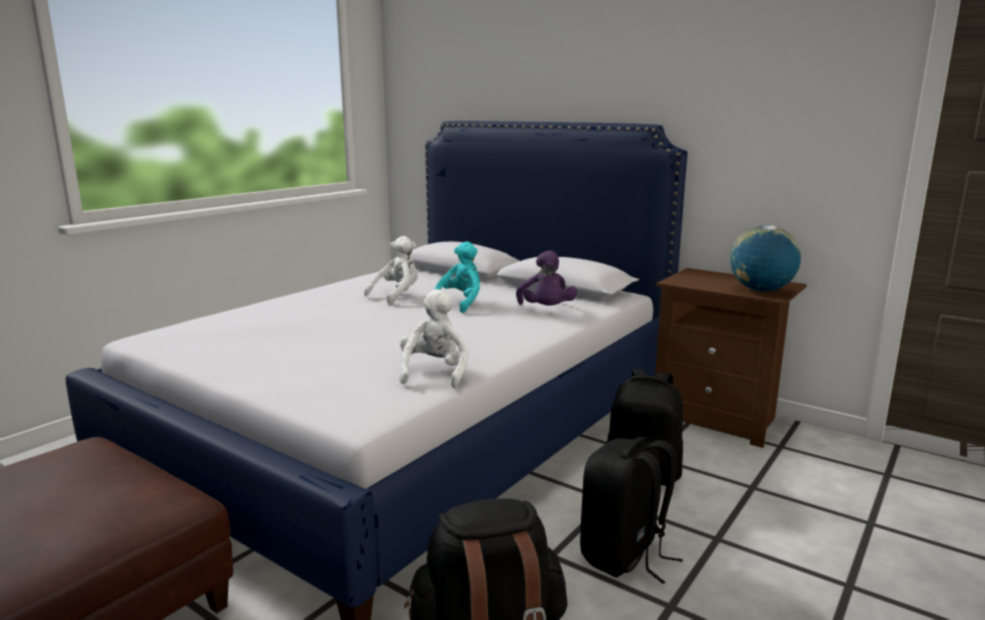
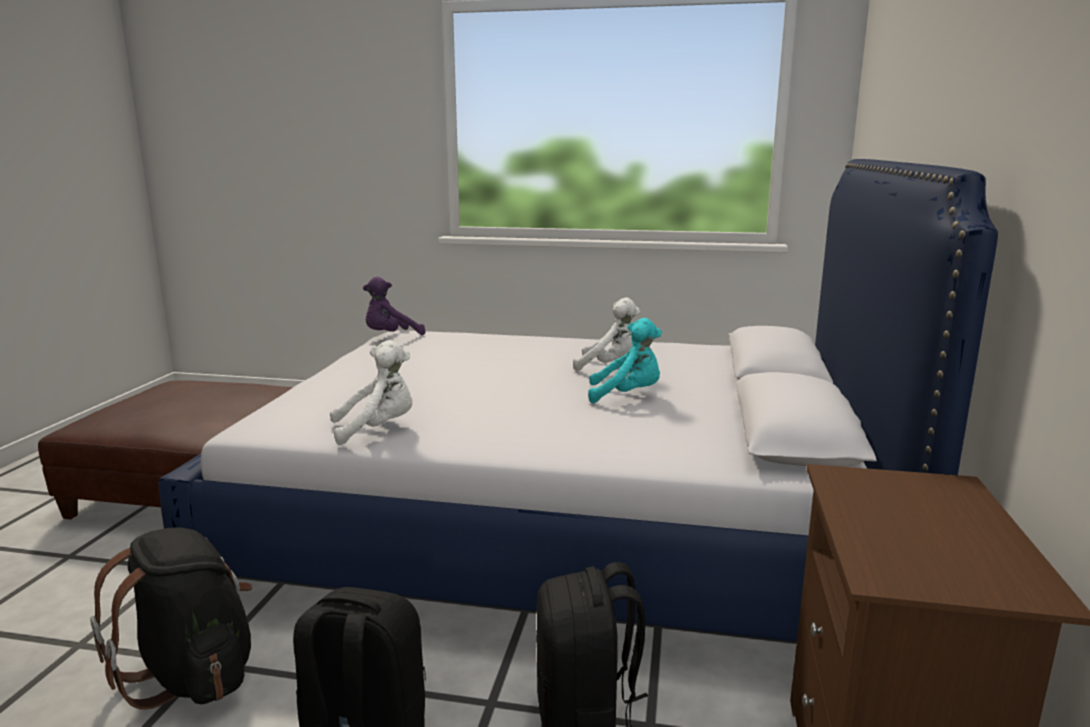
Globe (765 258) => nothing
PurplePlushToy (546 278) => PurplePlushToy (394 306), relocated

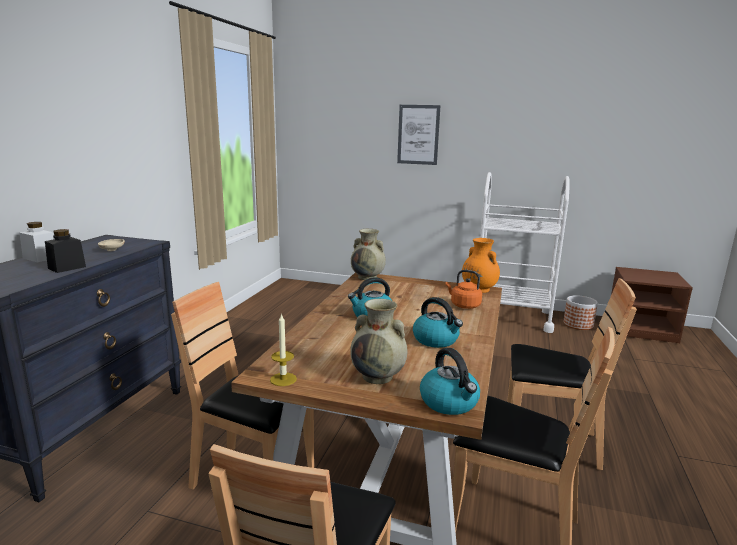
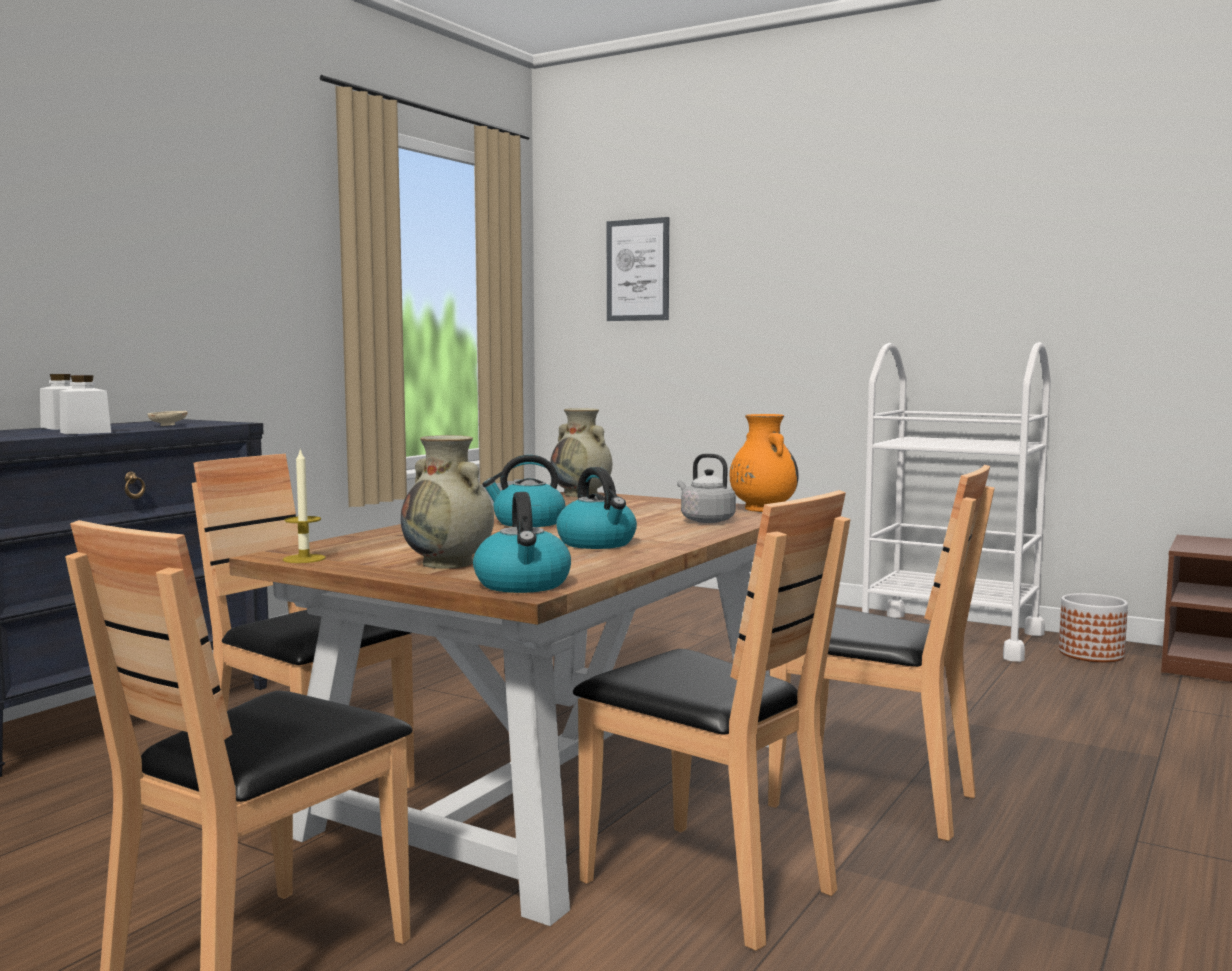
Picture (419 135) => Picture (638 269), relocated
BlackJar (65 251) => WhiteJar (85 404)
OrangeKettle (464 289) => GreyKettle (706 488)

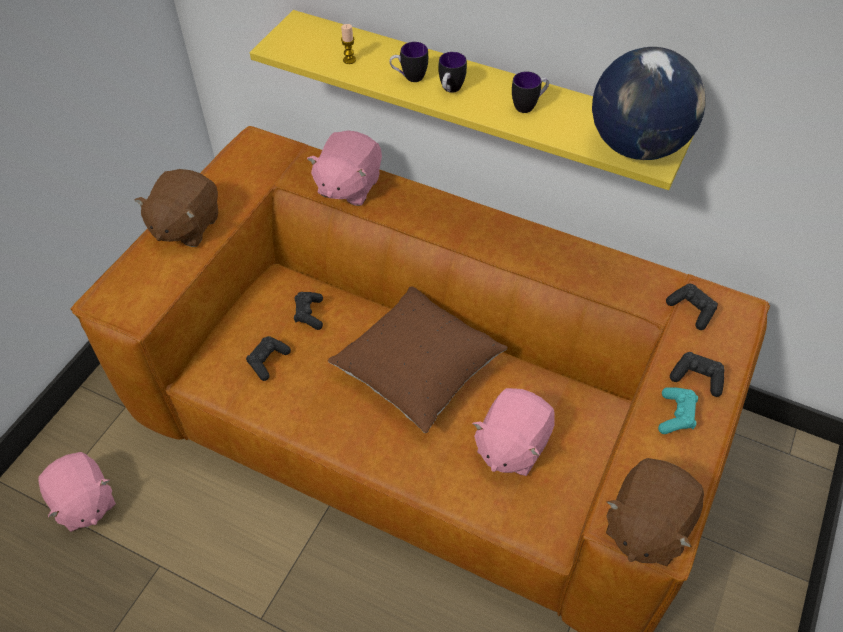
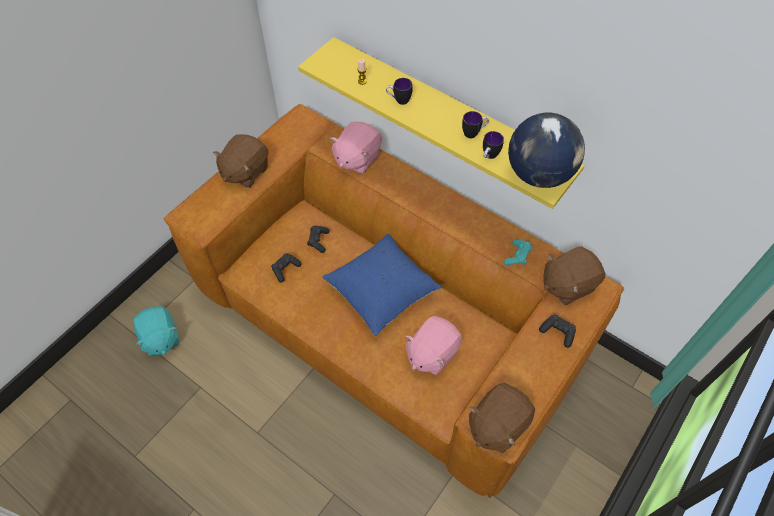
Mug (452 72) => Mug (493 145), relocated
BlackGameController (692 307) => BrownPlushToy (574 275)
BrownPillow (418 360) => BluePillow (382 285)
TurquoiseGameController (678 410) => TurquoiseGameController (518 252), relocated
PinkPlushToy (77 492) => TurquoisePlushToy (156 331)

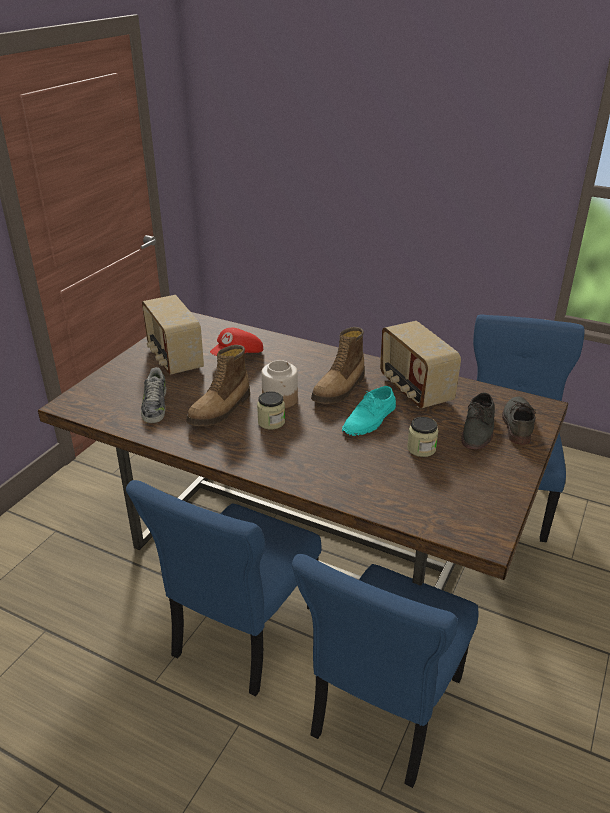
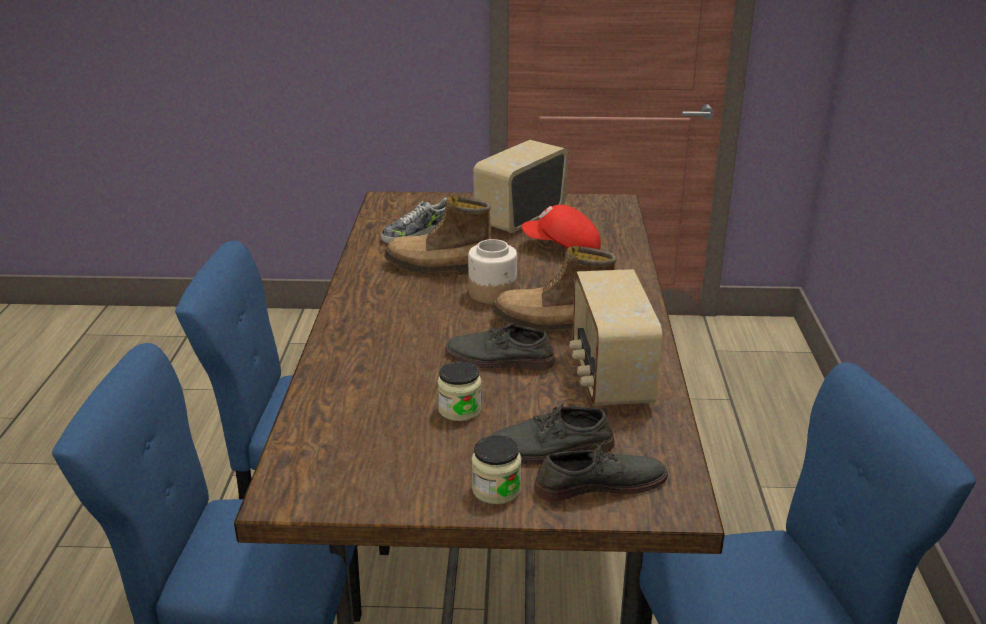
Radio (420 364) => Radio (615 337), 45 degrees counterclockwise
TurquoiseShoe (369 411) => GreyShoe (500 346)
Jar (271 411) => Jar (497 470), relocated

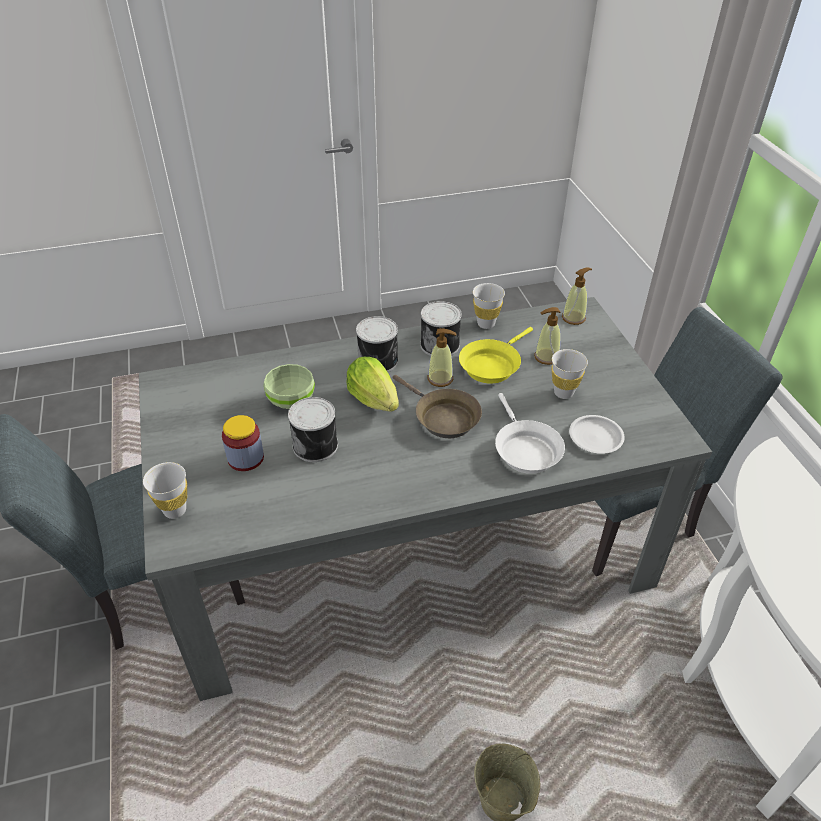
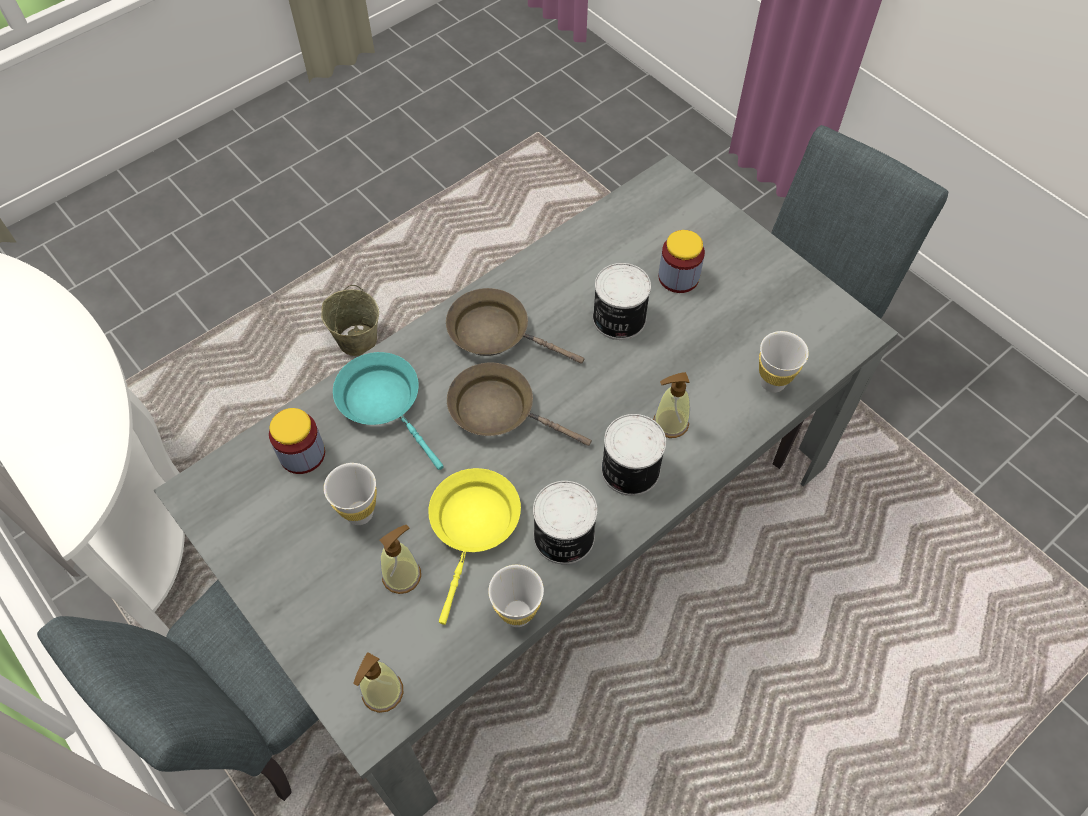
SoapDispenser (442 357) => SoapDispenser (671 405), relocated
Lettuce (372 384) => nothing
GreenBowl (289 386) => nothing
WhiteFryingPan (530 433) => TurquoiseFryingPan (388 411)
WhitePlate (597 434) => Jar (297 441)
WhiteCup (165 490) => WhiteCup (784 362), relocated
nothing => BrownFryingPan (515 326)

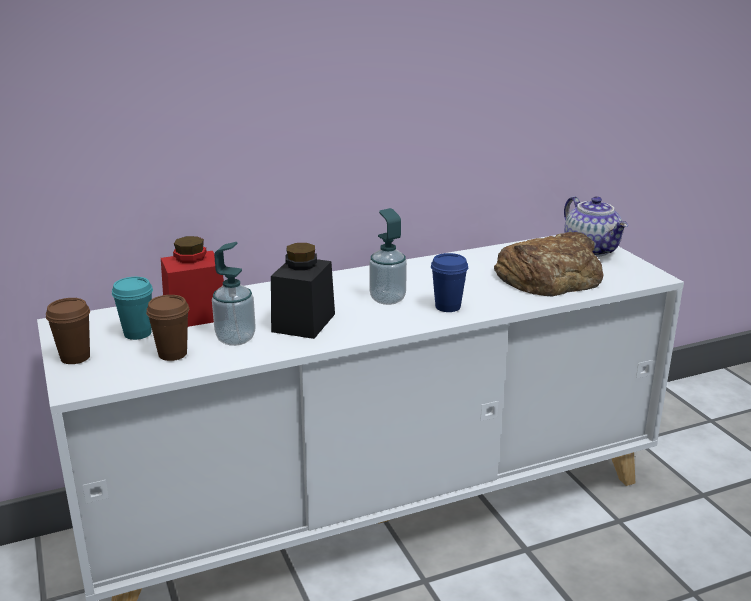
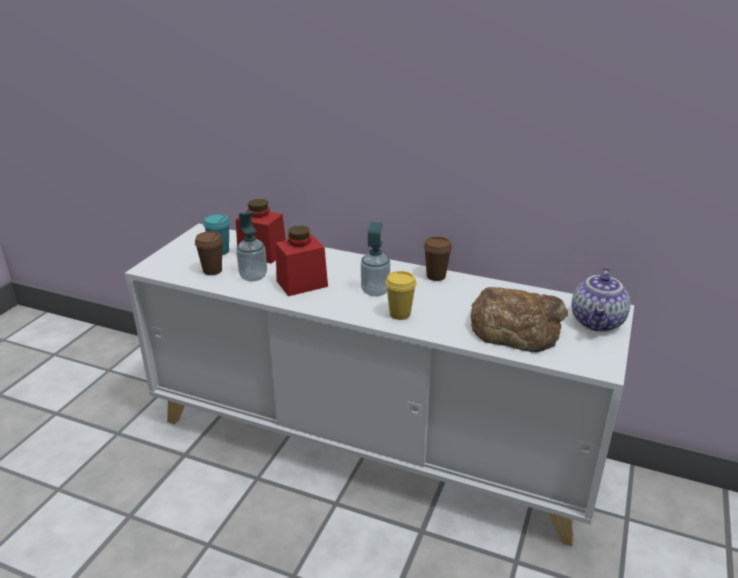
BlackJar (303 291) => RedJar (302 261)
BlueCup (449 282) => YellowCup (401 295)
BrownCup (68 331) => BrownCup (438 258), relocated

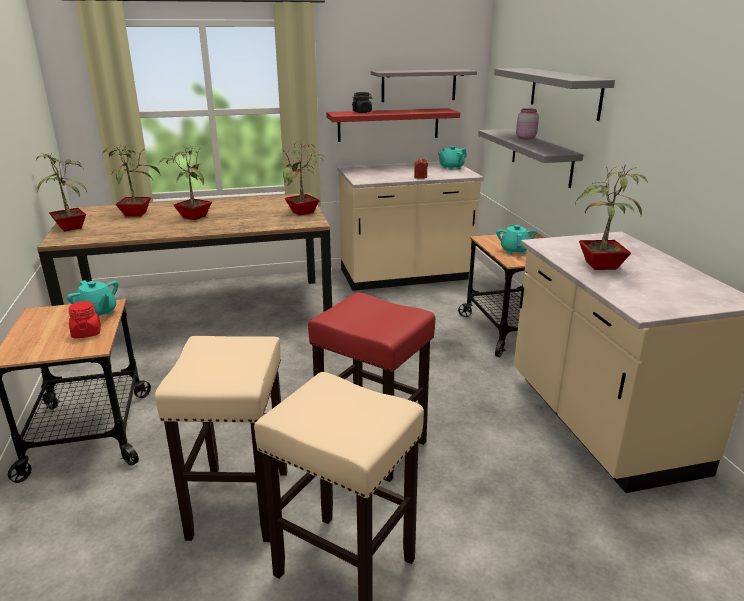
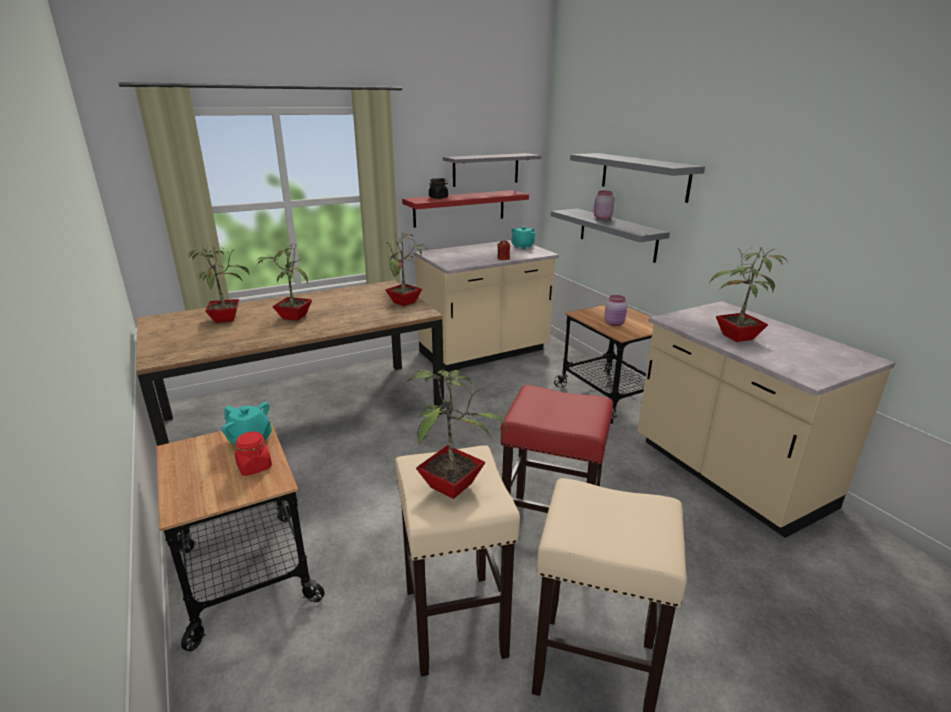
PottedPlant (61 191) => PottedPlant (457 433), relocated
TurquoiseTeapot (516 239) => PinkJar (615 310)

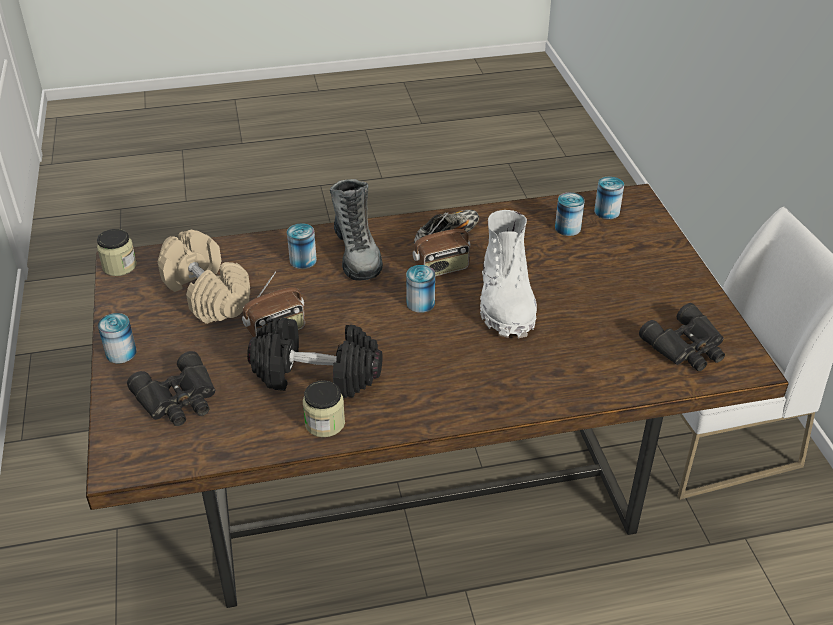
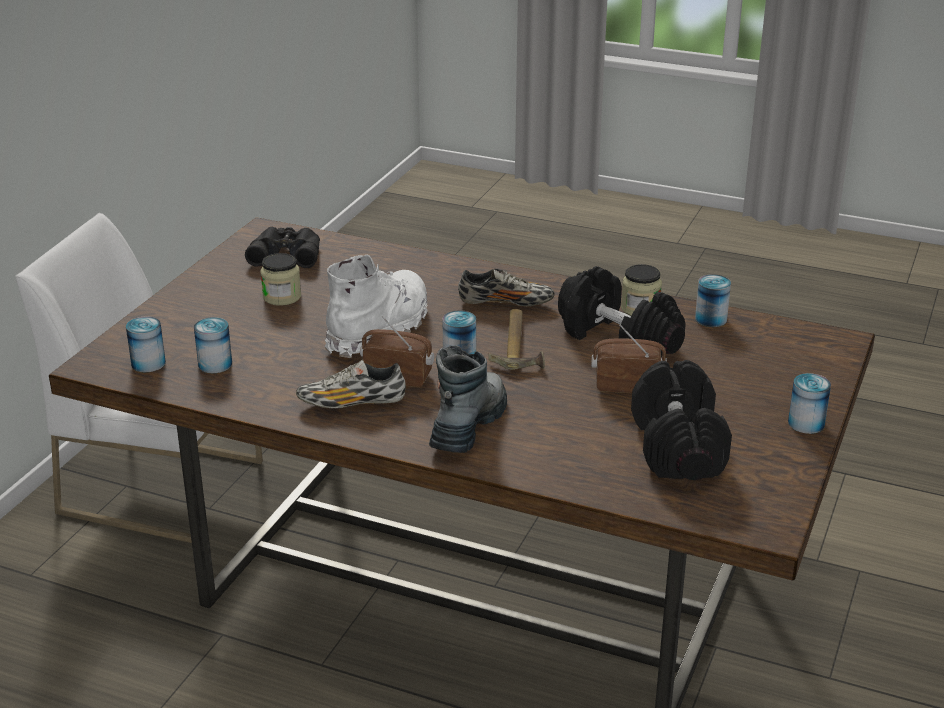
Can (302 246) => Can (713 300), relocated
Jar (117 252) => Jar (281 279), relocated
BeigeDumbbell (204 277) => BlackDumbbell (681 420)
BlackBinoculars (171 388) => nothing
nothing => Shoe (506 287)
nothing => Hammer (516 339)

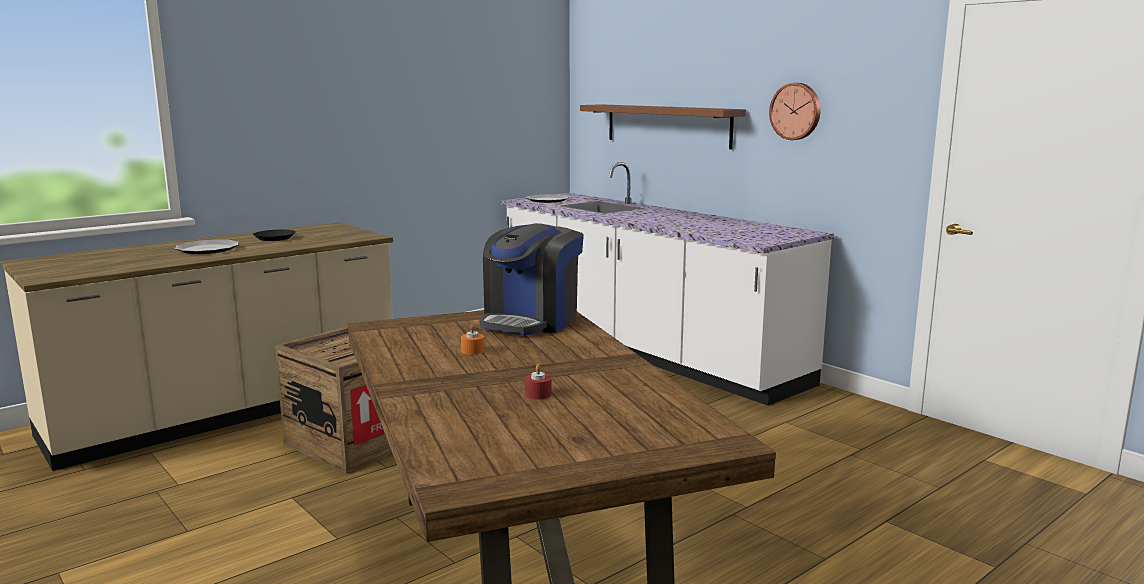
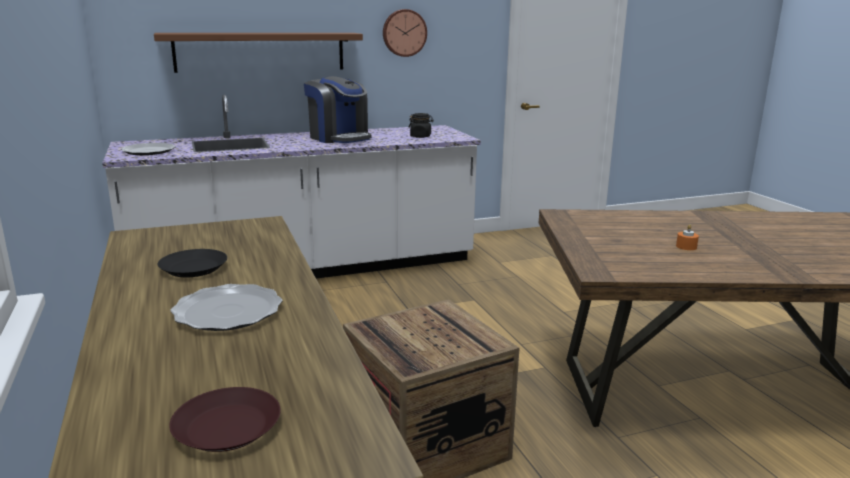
CoffeeMachine (532 279) => CoffeeMachine (338 109), relocated
RedCandle (538 381) => nothing
nothing => BlackJar (421 125)
nothing => BrownPlate (225 419)

